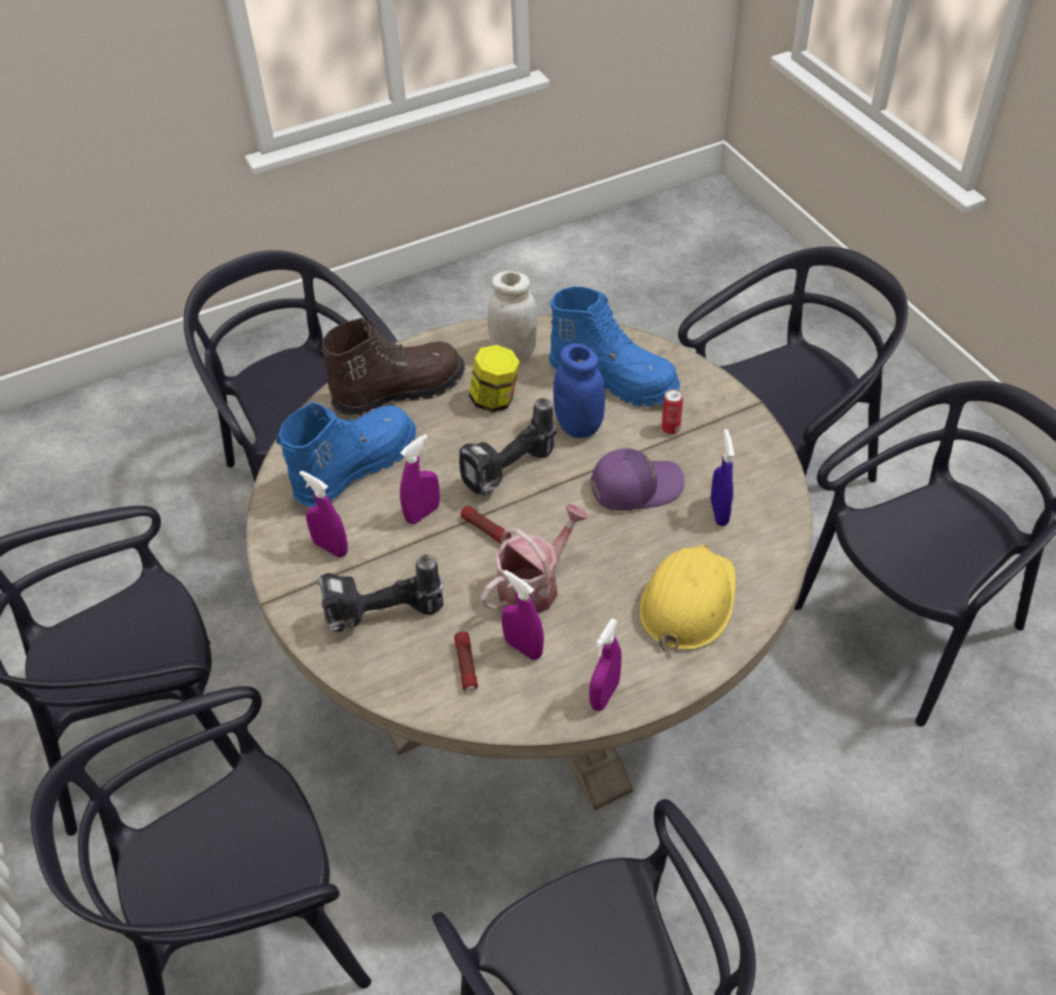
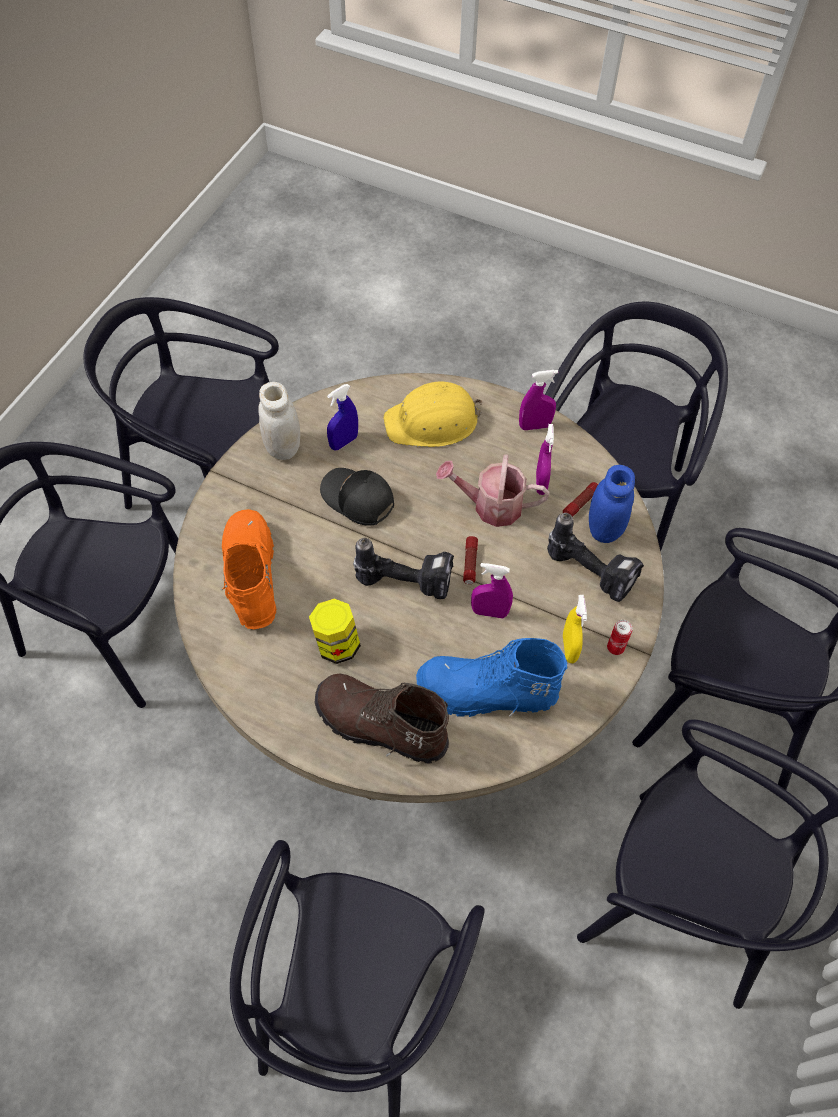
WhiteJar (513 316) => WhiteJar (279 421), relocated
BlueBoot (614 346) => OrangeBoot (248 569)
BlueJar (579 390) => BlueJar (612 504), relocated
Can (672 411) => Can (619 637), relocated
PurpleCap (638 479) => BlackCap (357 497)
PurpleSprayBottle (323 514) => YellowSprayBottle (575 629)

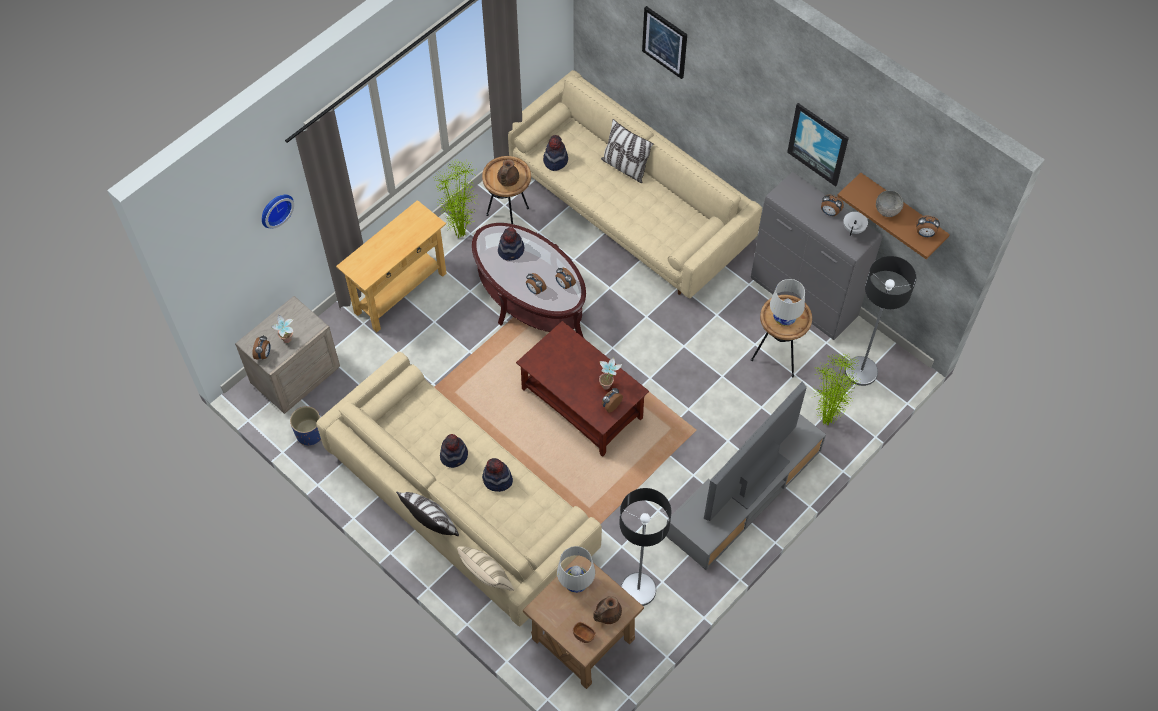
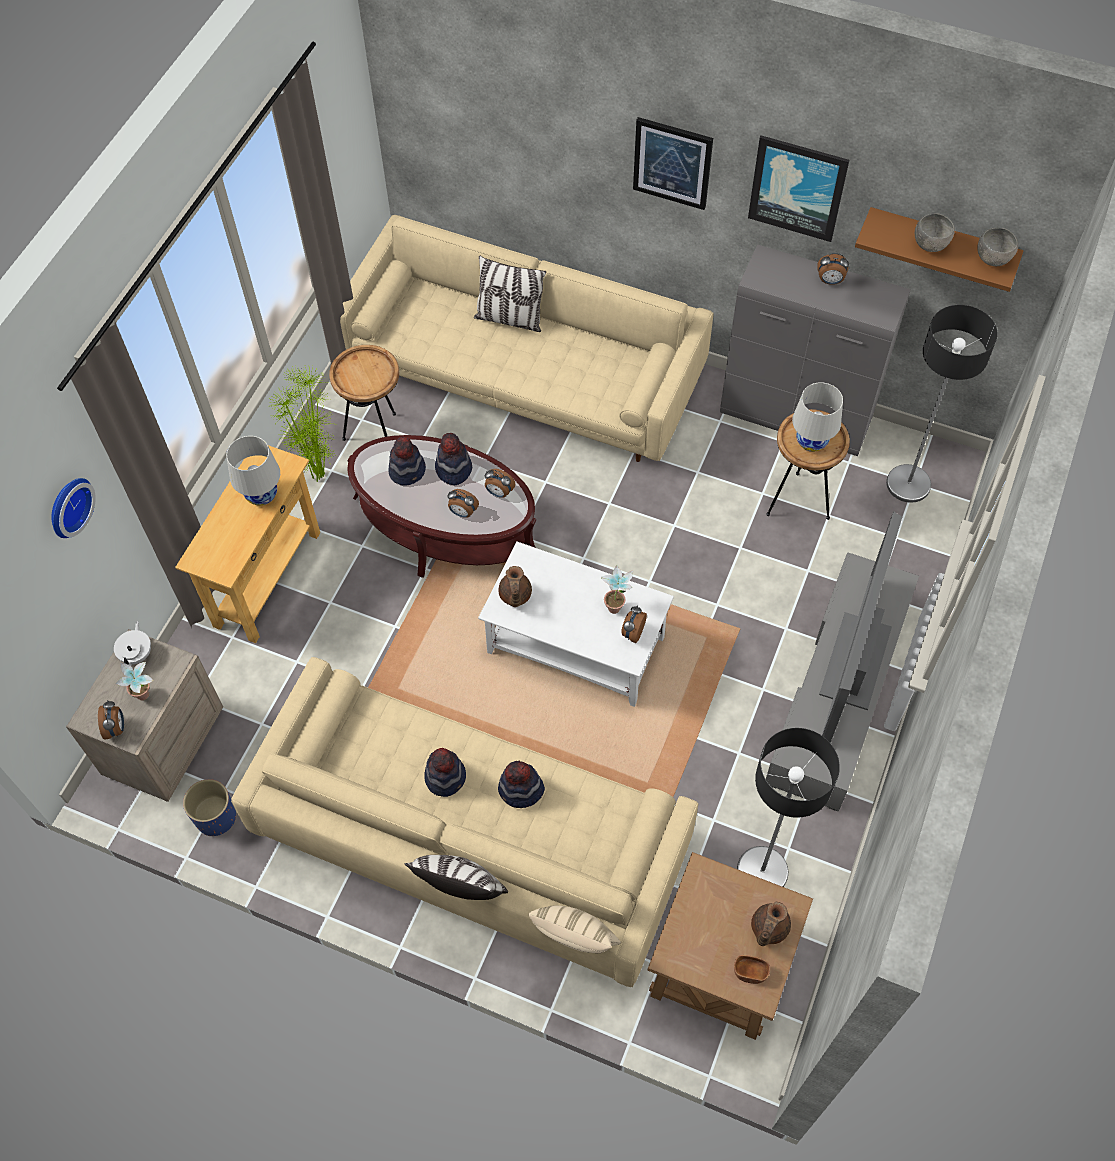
Picture (664 42) => Picture (673 163), relocated
Hat (555 153) => Hat (453 459), relocated
BrownTeapot (508 172) => BrownTeapot (515 586), relocated
WhiteTeapot (855 224) => WhiteTeapot (132 643), relocated
AlarmClock (928 226) => GreyBowl (997 247)
BrownCoffeeTable (582 389) => WhiteCoffeeTable (576 624)
PottedPlant (835 389) => nothing
WhiteTableLamp (576 569) => WhiteTableLamp (253 470), relocated

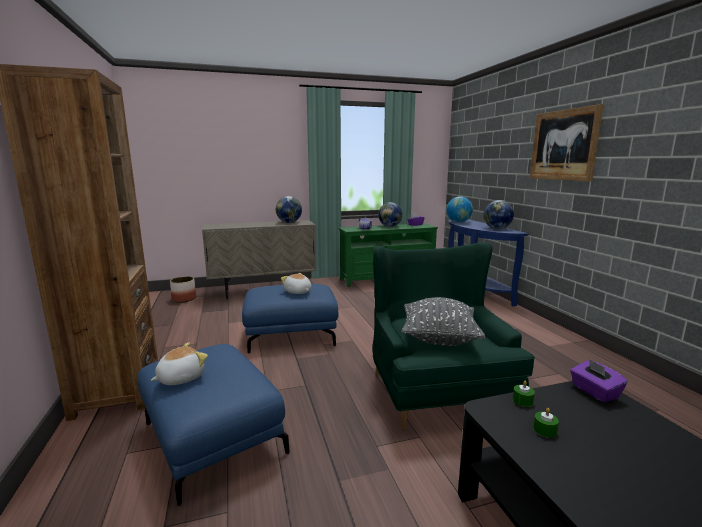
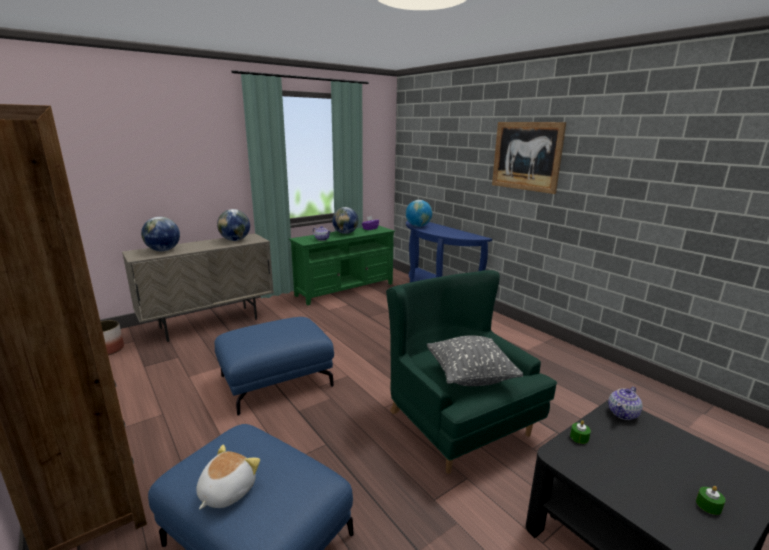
Globe (499 214) => Globe (160 234), relocated
PlushToy (296 283) => nothing
PurpleTissueBox (599 380) => Teapot (625 403)
GreenCandle (546 423) => GreenCandle (711 500), relocated

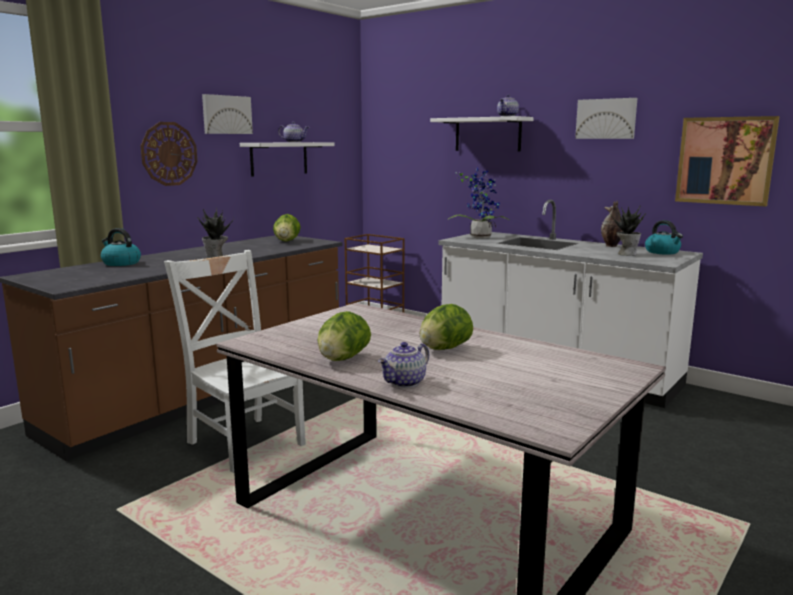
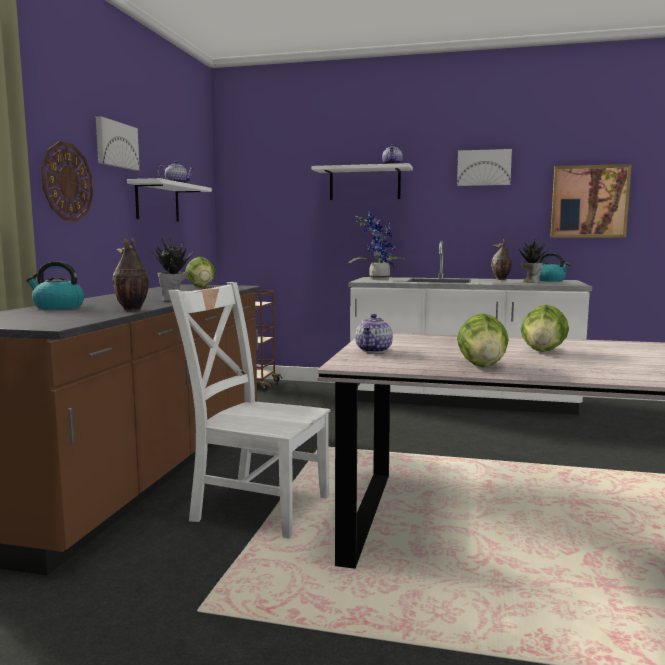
Teapot (403 365) => Teapot (374 333), relocated
nothing => Vase (130 274)

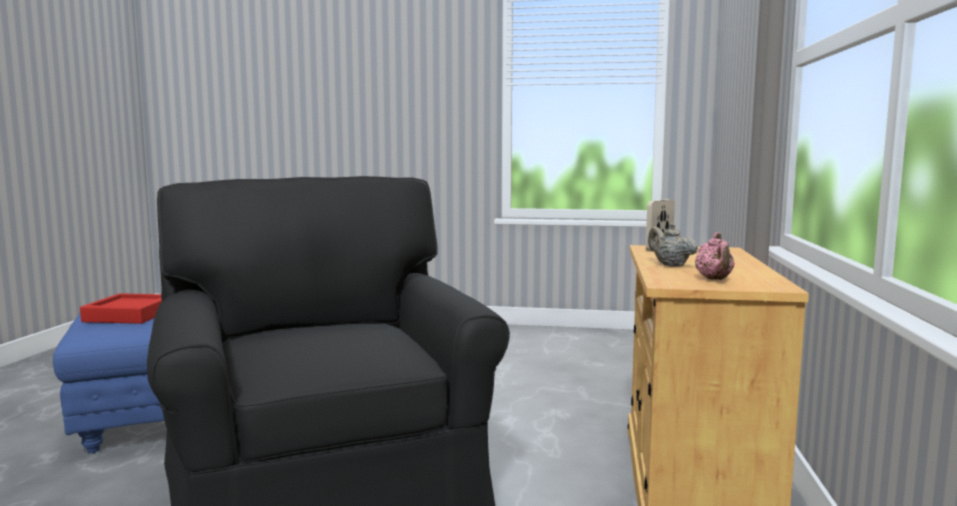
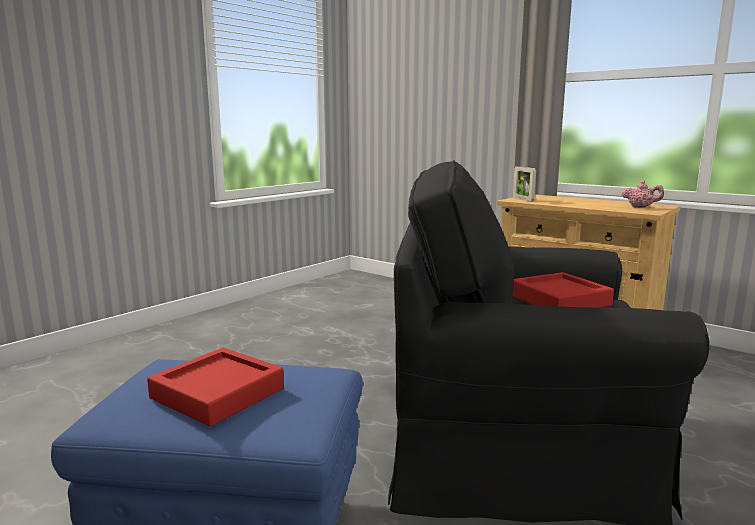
BeigeTeapot (673 245) => nothing
nothing => RedTray (563 290)

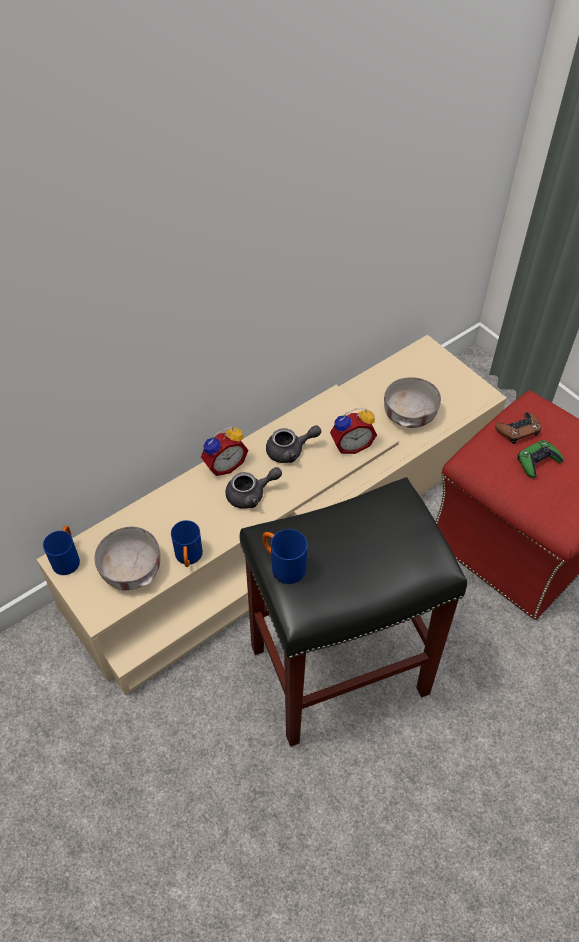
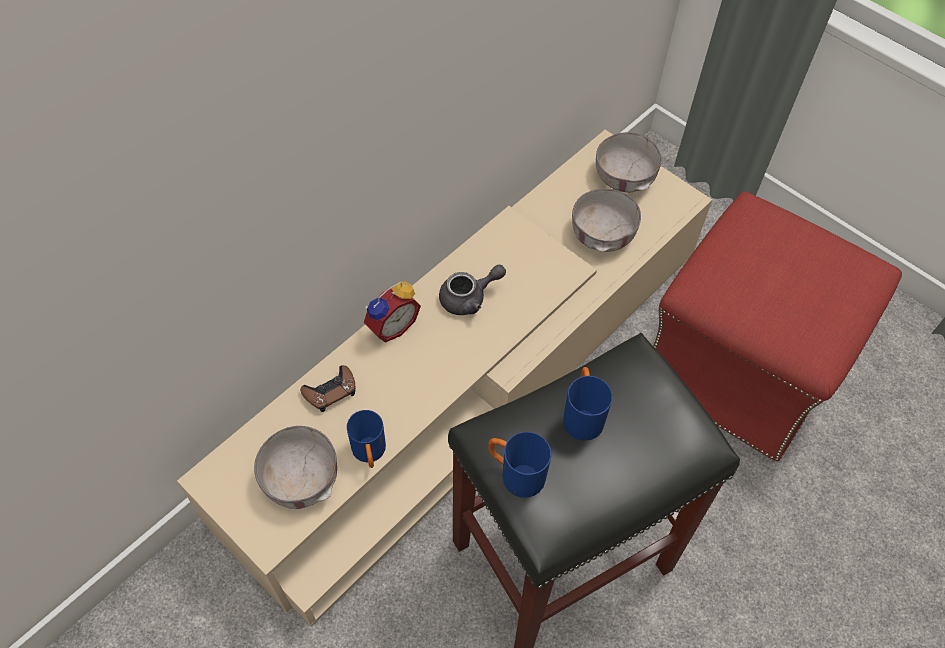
AlarmClock (353 431) => nothing
BrownGameController (518 428) => BrownGameController (328 388), relocated
GreenGameController (540 459) => nothing
GreyTeapot (253 488) => nothing
BlueMug (61 550) => BlueMug (587 404), relocated
nothing => GreyBowl (629 162)

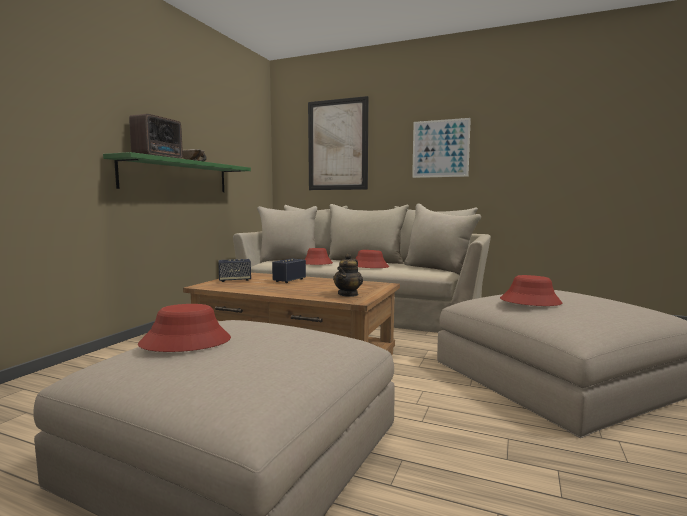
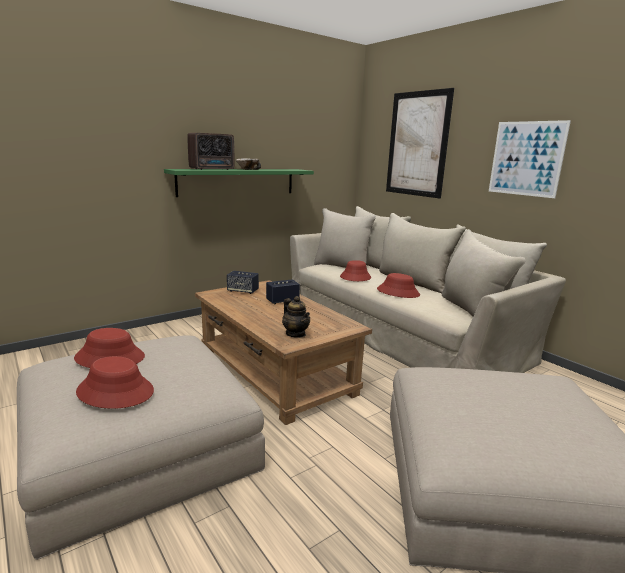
Teapot (348 275) => Teapot (296 317), 90 degrees counterclockwise
RedHat (531 290) => RedHat (115 382), relocated

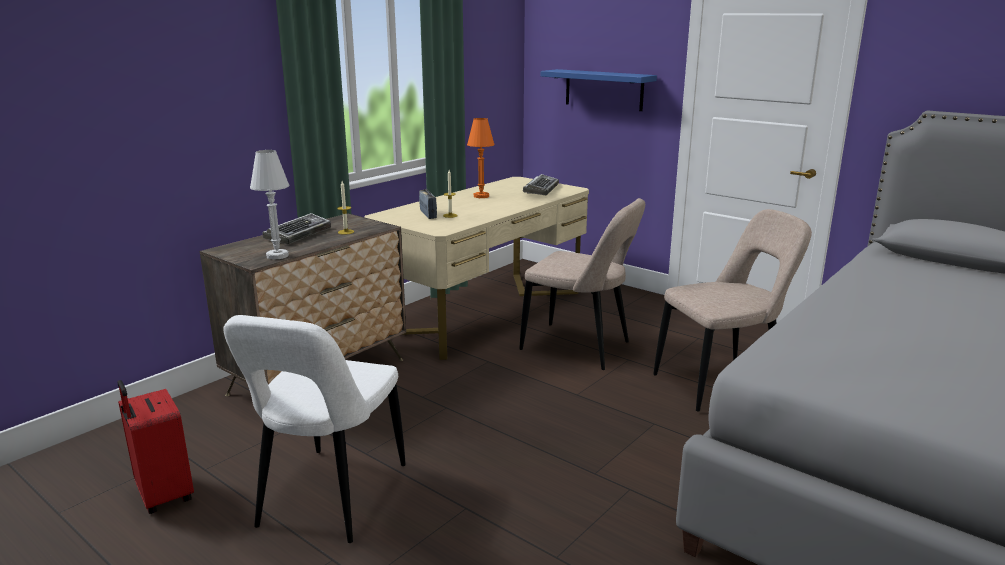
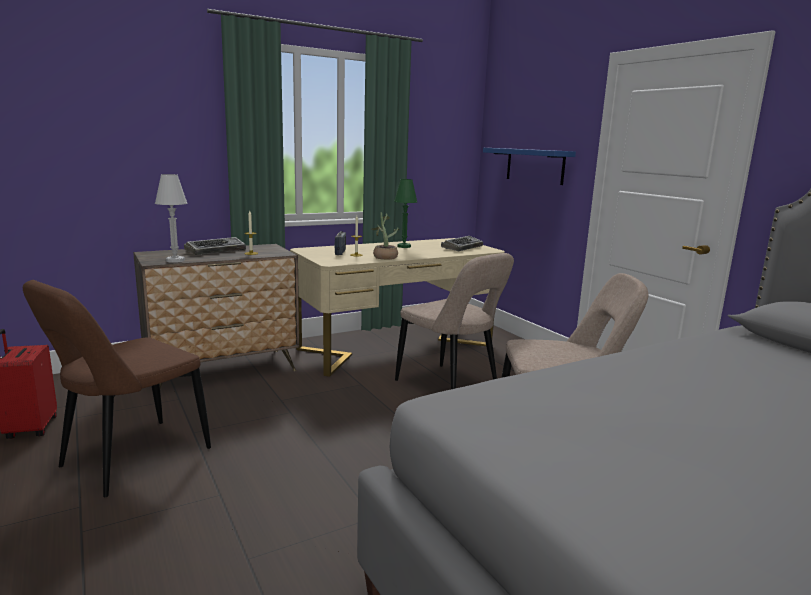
OrangeTableLamp (481 158) => GreenTableLamp (405 213)
WhiteChair (314 429) => BrownChair (117 388)
nothing => PottedPlant (386 236)

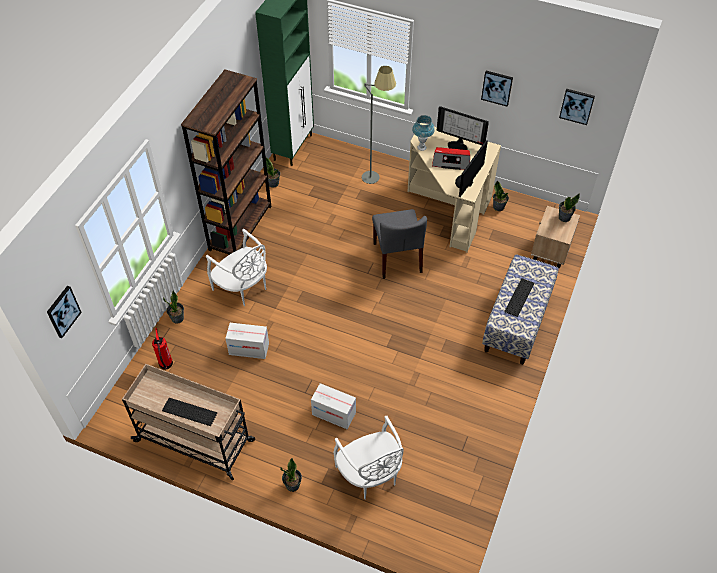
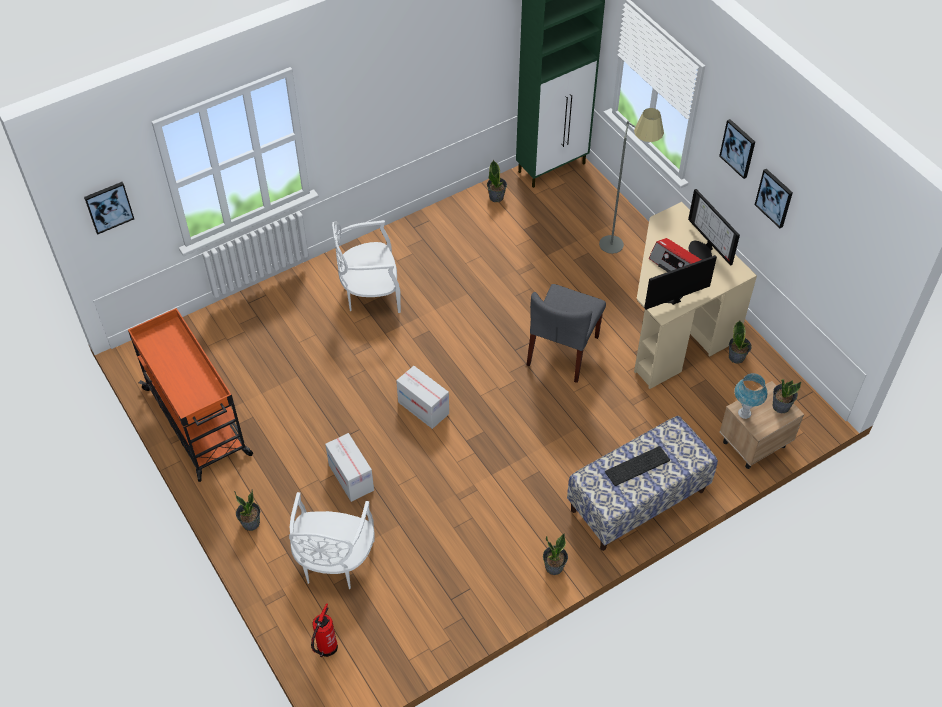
BrownBookcase (226 162) => nothing
Picture (577 107) => Picture (737 149), relocated
BlueTableLamp (423 133) => BlueTableLamp (750 396), relocated
WhiteChair (236 267) => WhiteChair (366 266), 90 degrees clockwise
PottedPlant (173 307) => PottedPlant (555 554), relocated
CardboardBox (247 341) => CardboardBox (422 397), relocated
FireExtinguisher (162 349) => FireExtinguisher (324 630), relocated
BeigeCart (188 422) => OrangeCart (190 395)
Keyboard (189 412) => nothing

